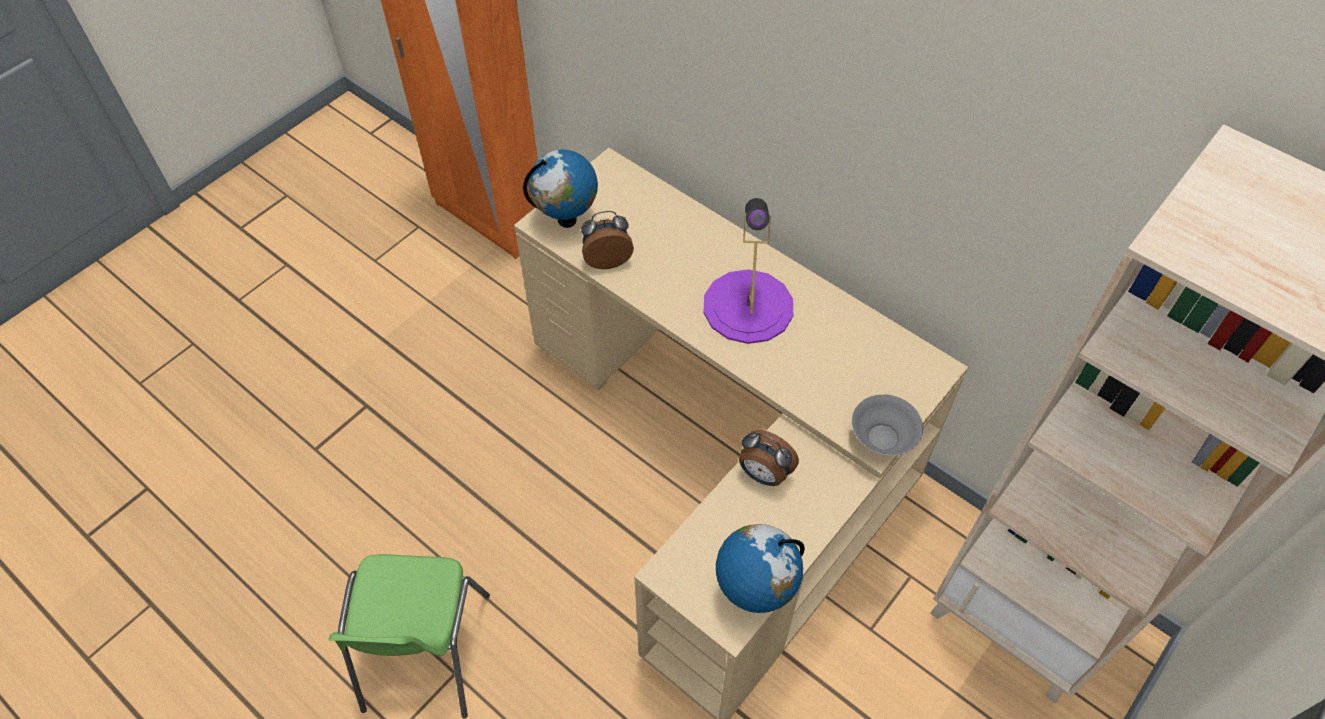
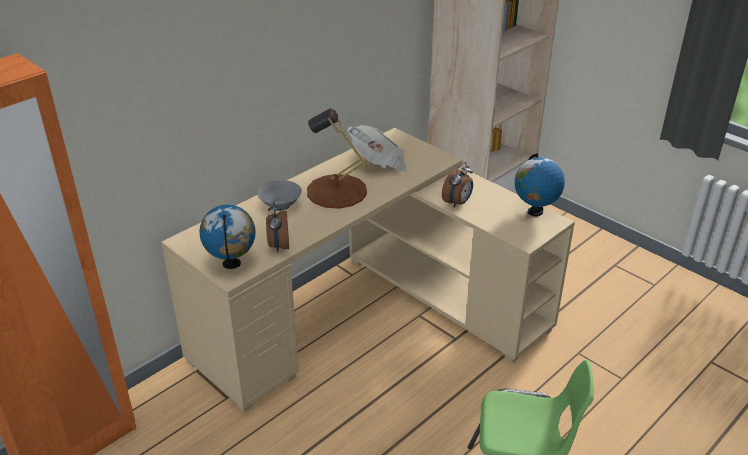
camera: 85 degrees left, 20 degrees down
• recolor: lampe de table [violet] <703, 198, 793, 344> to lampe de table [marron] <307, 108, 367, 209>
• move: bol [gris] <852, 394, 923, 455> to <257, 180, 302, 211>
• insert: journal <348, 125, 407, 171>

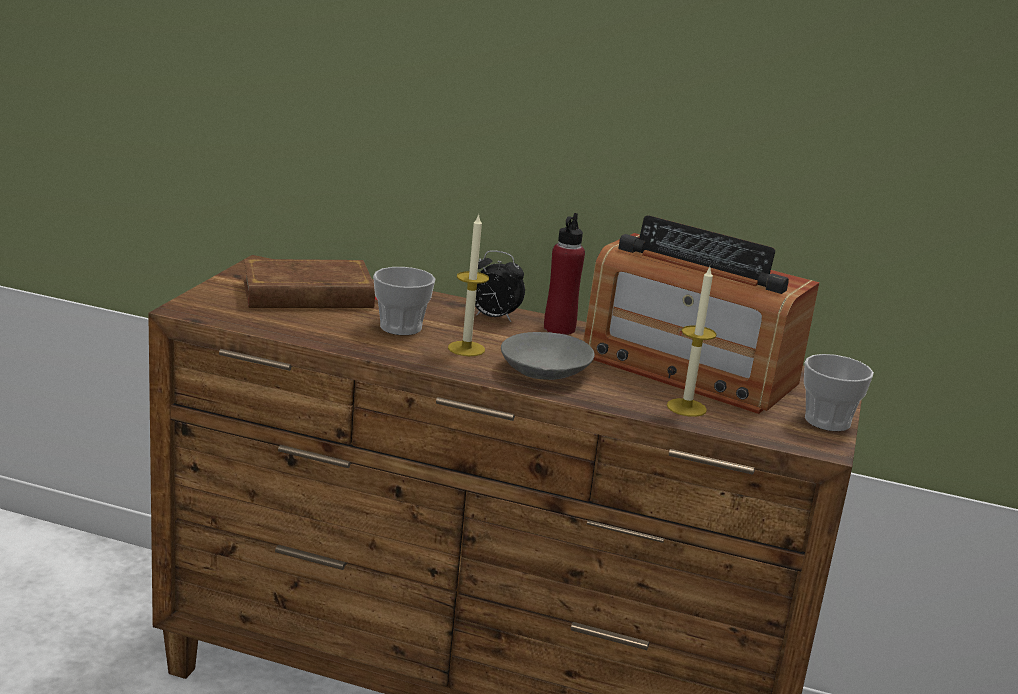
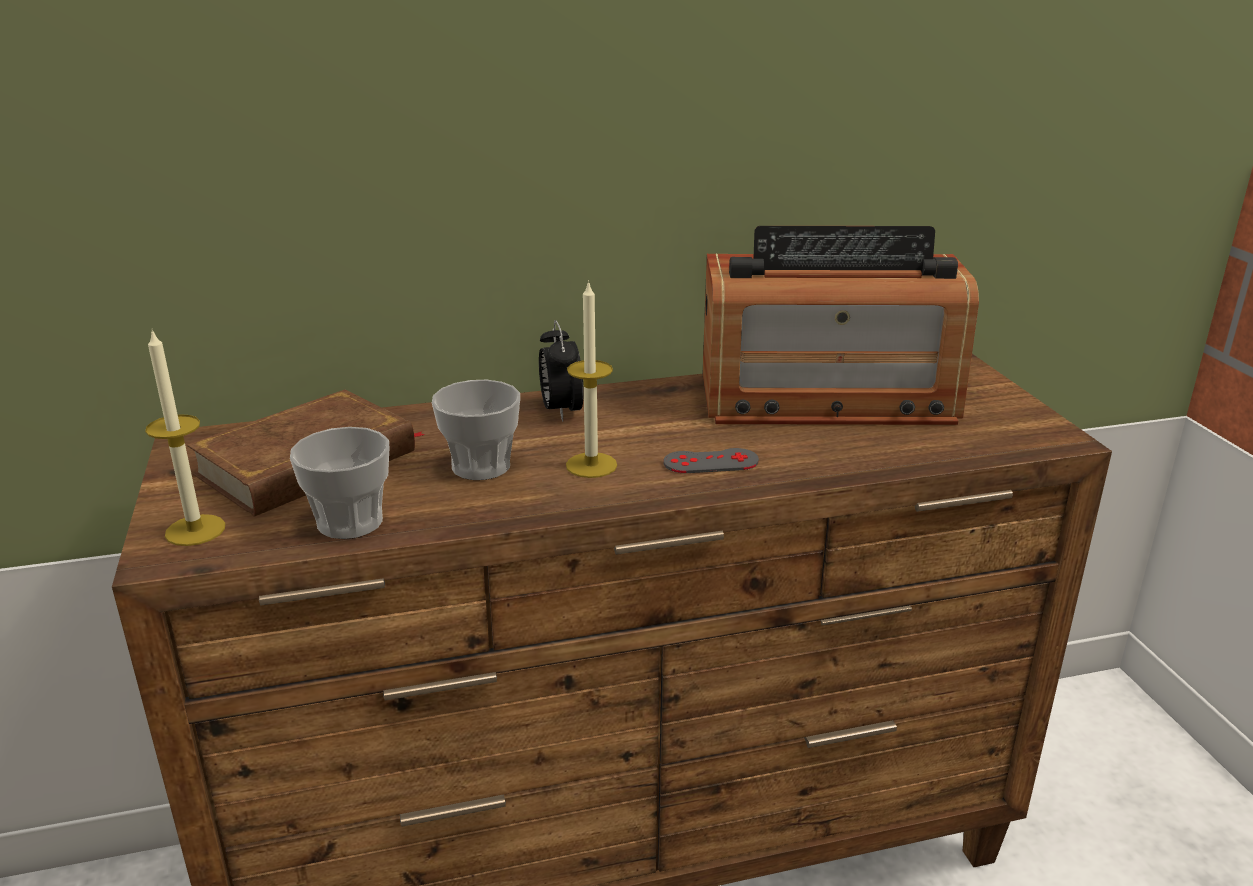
camera: 30 degrees left, 5 degrees up
• delete: bouteille [rouge] <544, 213, 585, 335>
• rotate: réveil <475, 250, 525, 322> = <539, 320, 584, 422> 90 degrees clockwise
• move: bougie <667, 267, 717, 417> to <145, 330, 225, 546>
• replace: bol [gris] <501, 332, 595, 380> to manette [gris] <663, 448, 759, 473>
• move: tasse <804, 354, 874, 431> to <290, 427, 389, 539>

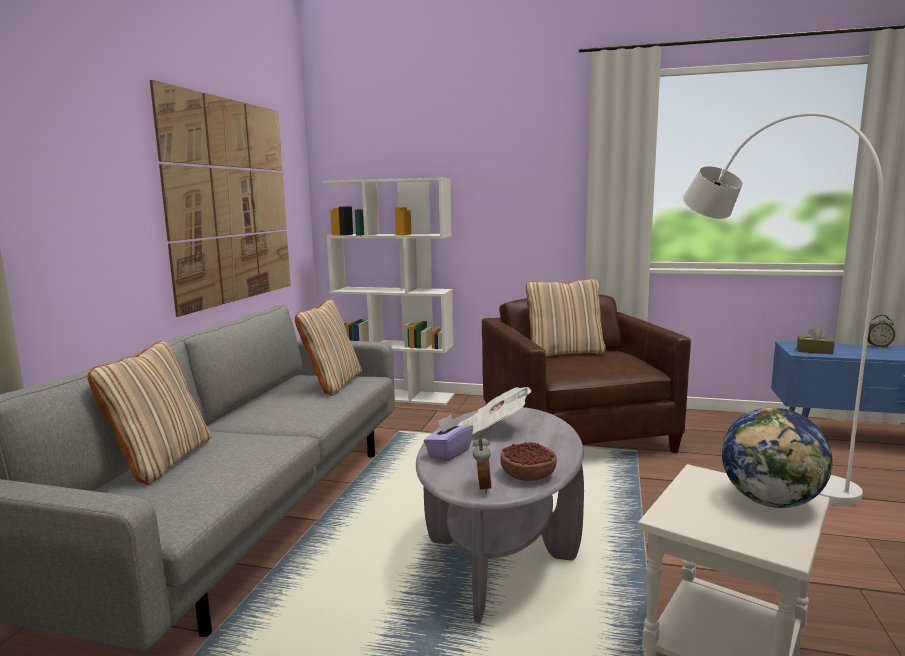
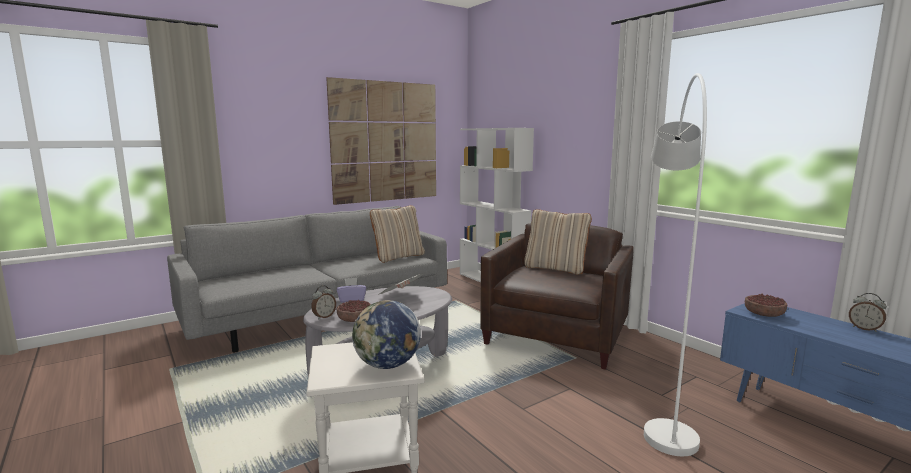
camera: 40 degrees right, 0 degrees up
• replace: boîte à mouchoirs [marron] <797, 326, 835, 355> to bol <745, 293, 788, 317>
• delete: coussin [beige] <88, 341, 211, 485>

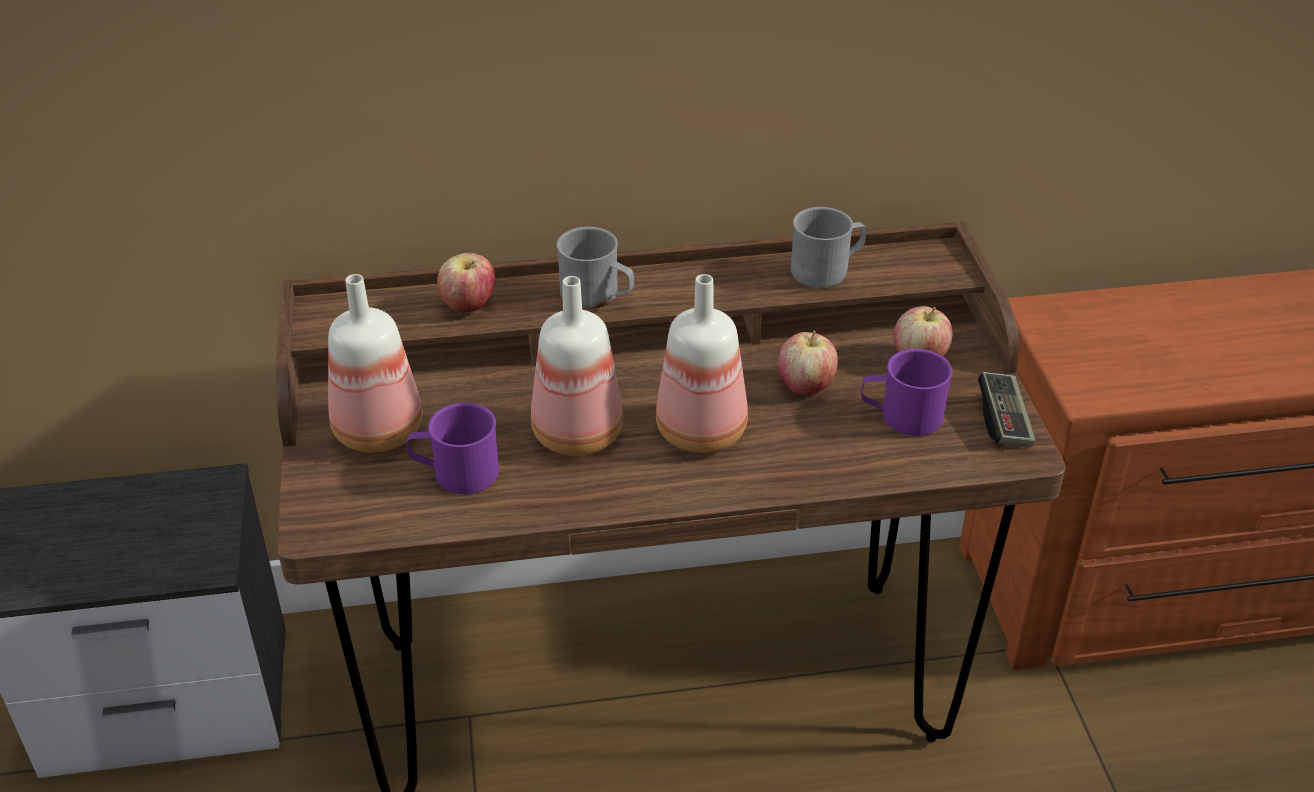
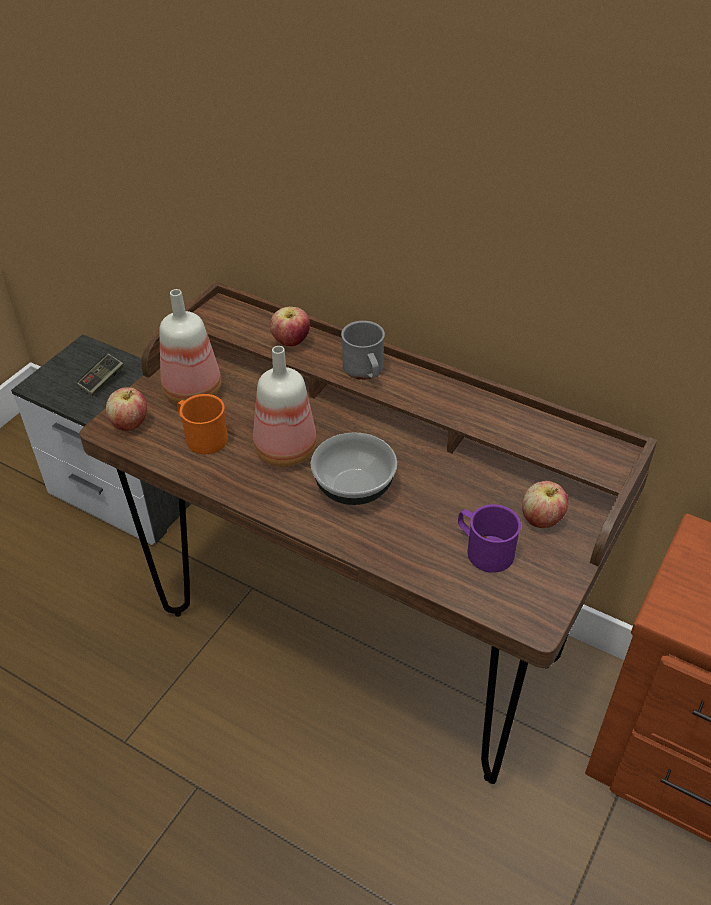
camera: 40 degrees right, 5 degrees up
• delete: mug [gris] <791, 207, 867, 288>
• replace: bouteille <656, 274, 748, 453> to bol <311, 432, 397, 505>
• move: pomme <778, 331, 838, 395> to <106, 387, 147, 431>
• move: manette <978, 372, 1036, 448> to <77, 354, 124, 397>
• recolor: mug [violet] <407, 403, 499, 494> to mug [orange] <177, 394, 228, 454>

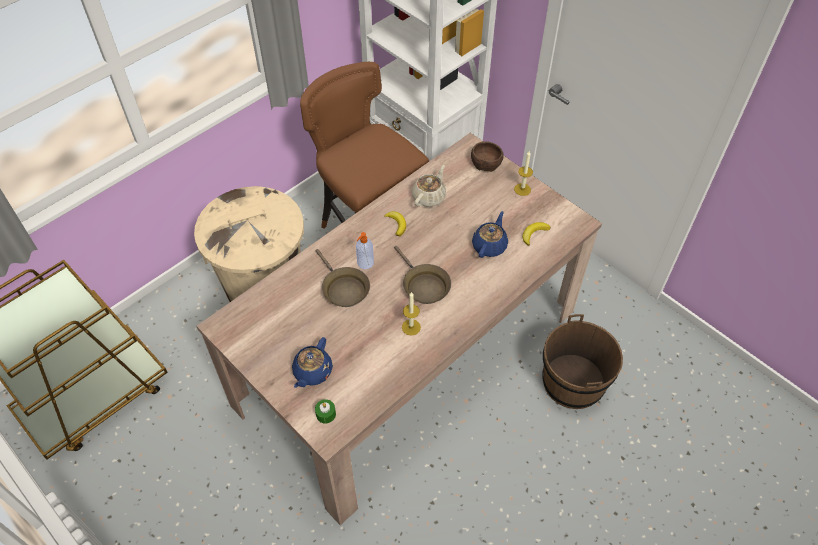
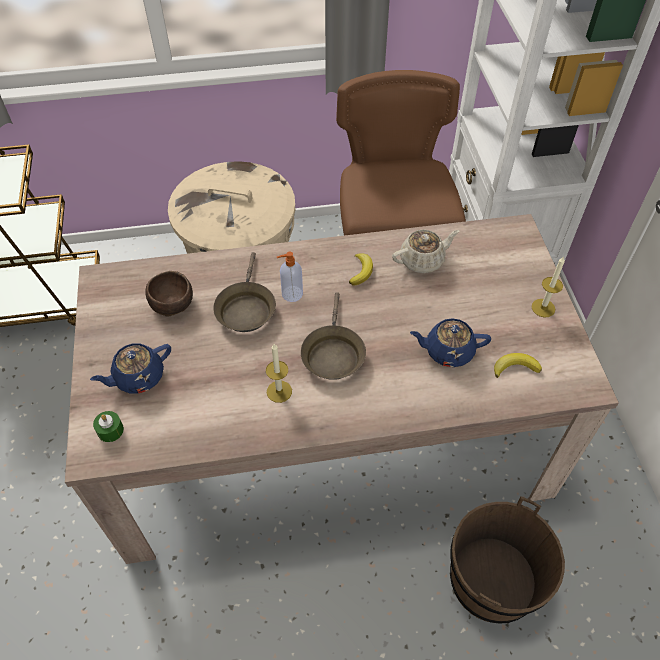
camera: 35 degrees right, 0 degrees up
• move: bol [marron] <471, 141, 504, 172> to <145, 271, 193, 316>
• rotate: théière [bleu] <472, 211, 508, 258> = <410, 318, 491, 367> 150 degrees counterclockwise

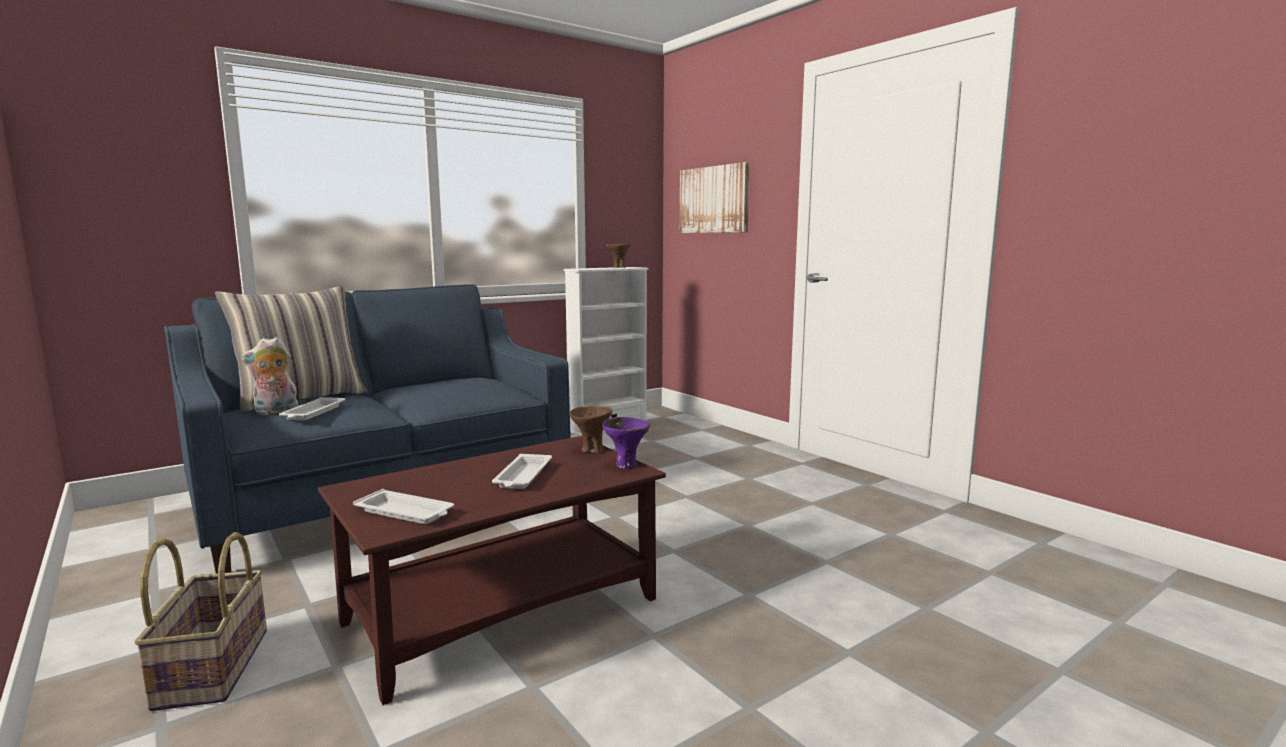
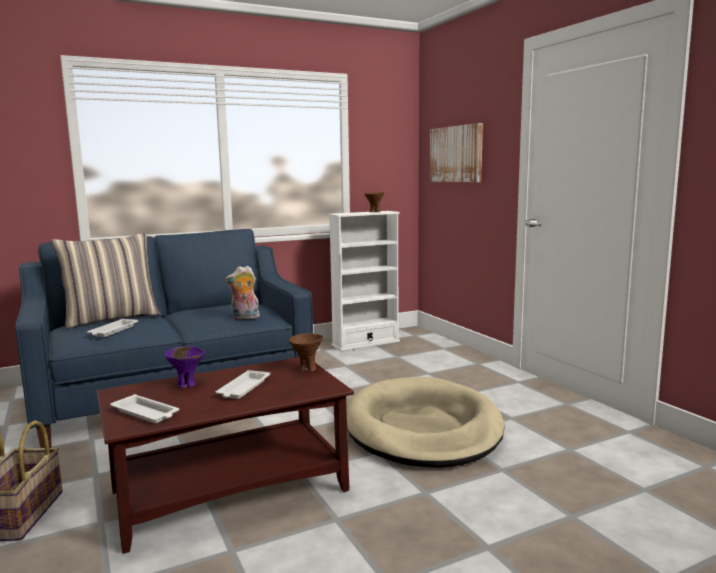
camera: 10 degrees right, 0 degrees up
• move: peluche <241, 337, 299, 415> to <225, 266, 259, 320>
• move: bol [violet] <603, 417, 650, 469> to <165, 346, 205, 388>
• insert: panier pour chien [beige] <346, 376, 505, 468>

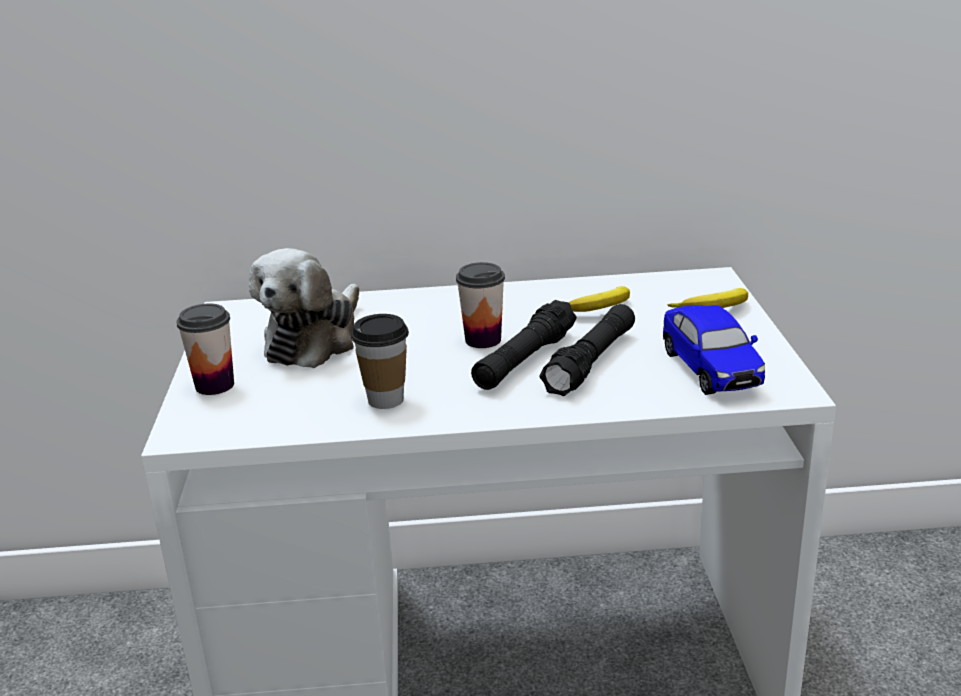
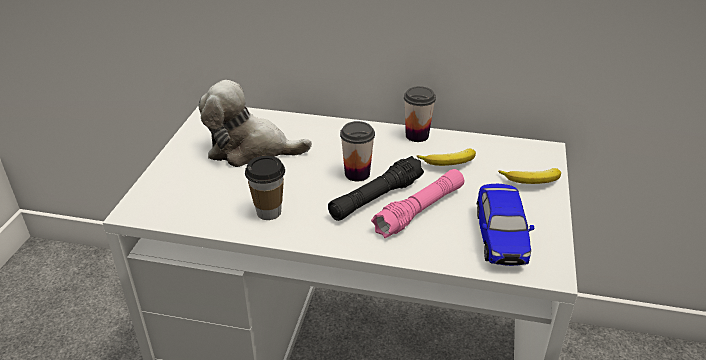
camera: 15 degrees right, 10 degrees up
• rotate: peluche <249, 248, 359, 368> = <199, 80, 312, 167> 60 degrees clockwise
• move: tasse <176, 304, 234, 395> to <404, 86, 436, 142>
• recolor: lampe de poche [noir] <539, 304, 635, 396> to lampe de poche [rose] <371, 169, 464, 238>

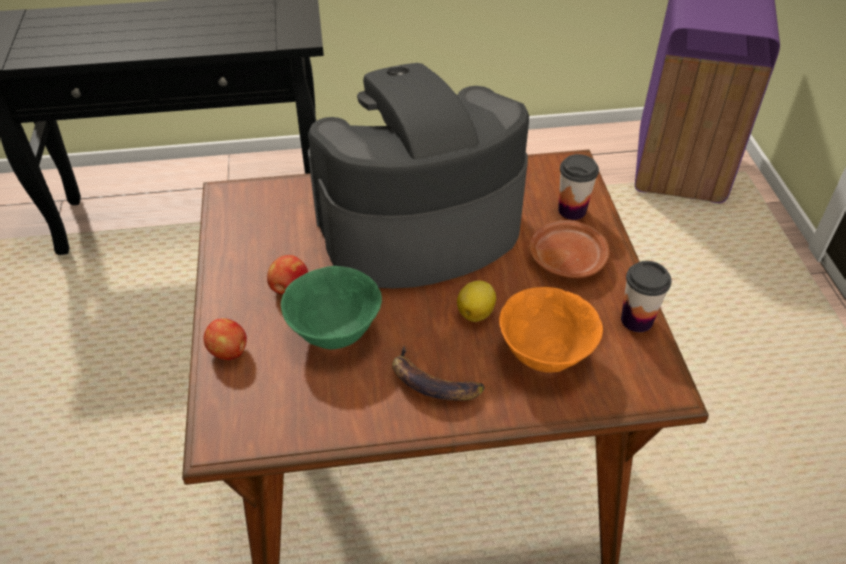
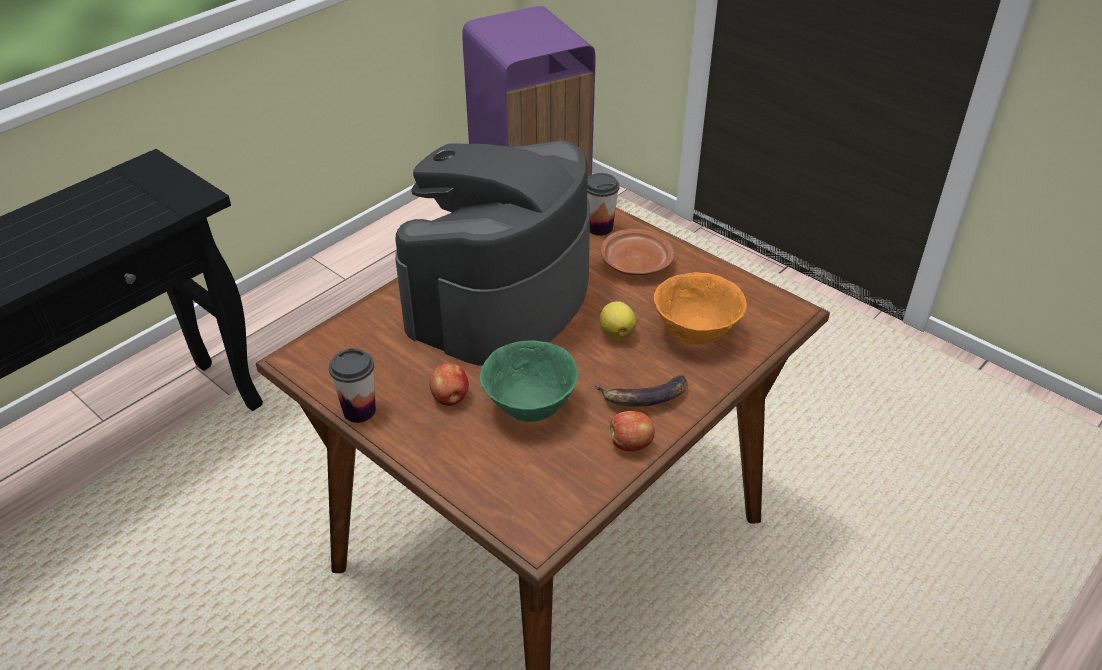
camera: 40 degrees left, 5 degrees down
• move: tasse <621, 261, 672, 332> to <329, 349, 376, 423>
• move: pomme <204, 318, 247, 360> to <610, 411, 655, 451>

